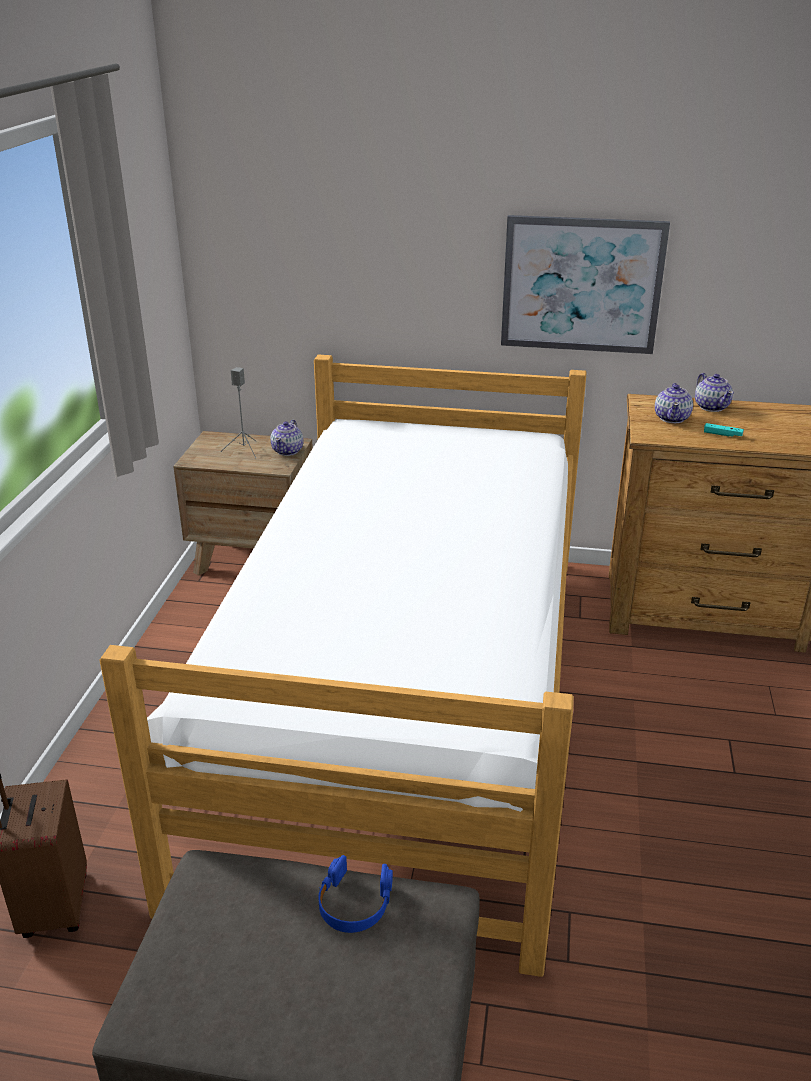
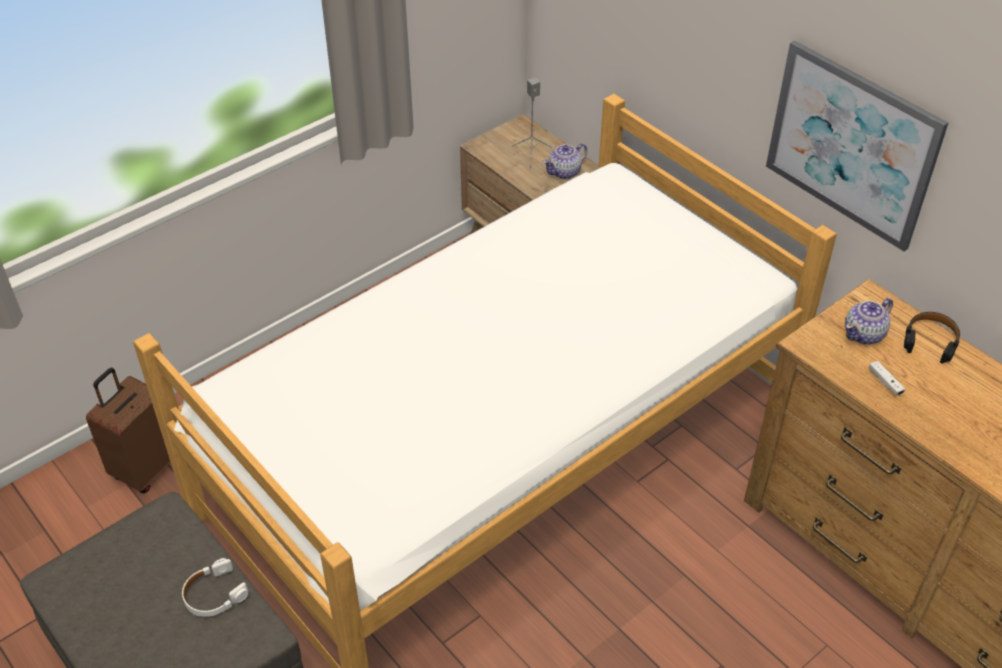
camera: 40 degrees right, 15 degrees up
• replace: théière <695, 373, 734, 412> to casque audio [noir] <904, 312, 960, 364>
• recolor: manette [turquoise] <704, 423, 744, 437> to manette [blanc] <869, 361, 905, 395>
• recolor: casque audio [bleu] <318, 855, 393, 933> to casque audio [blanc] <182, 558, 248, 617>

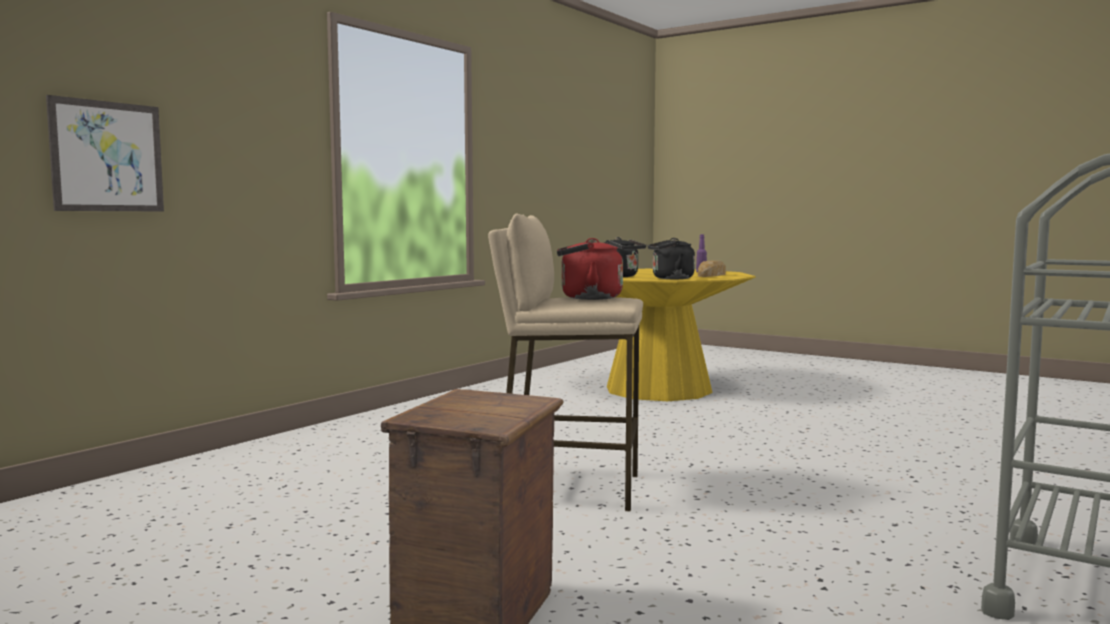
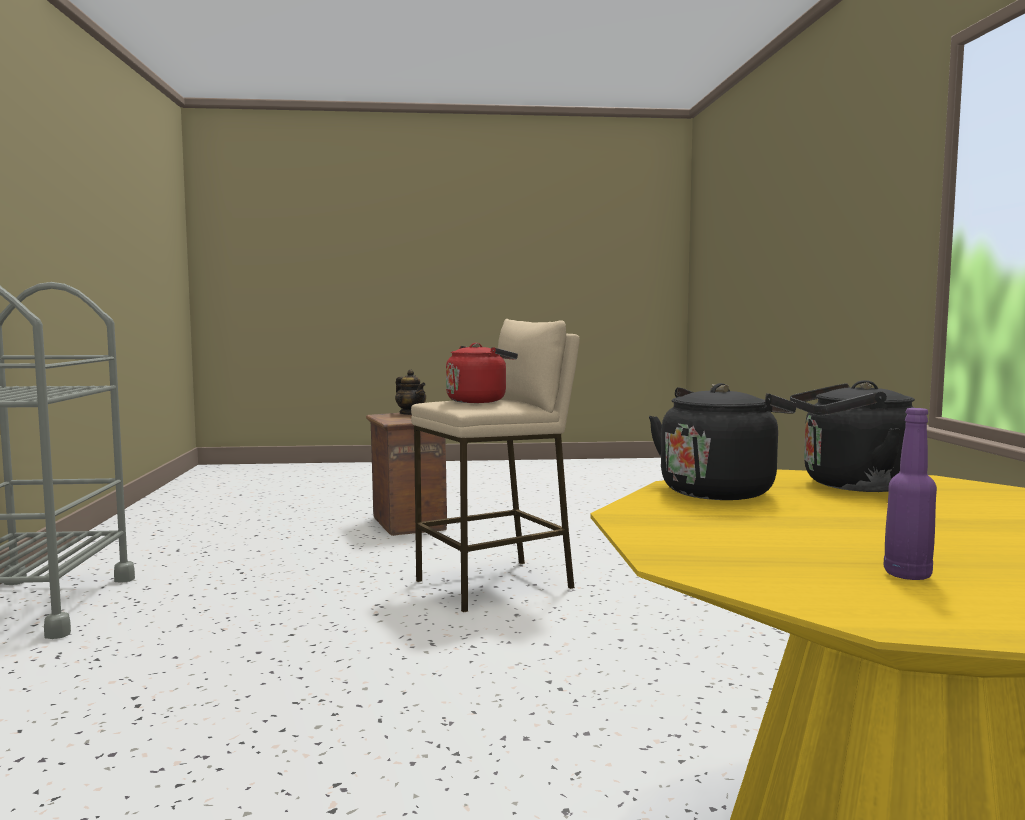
camera: 140 degrees right, 0 degrees up
• delete: tableau <46, 95, 164, 211>
• delete: pain <698, 261, 726, 277>
• insert: théière <395, 370, 426, 415>

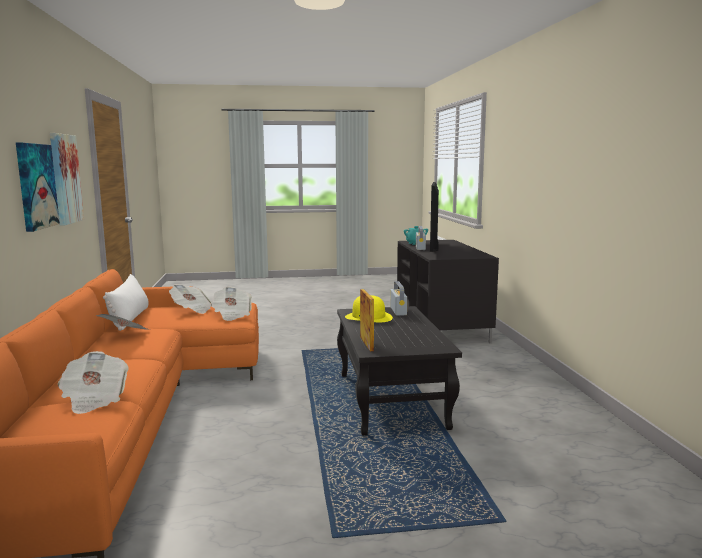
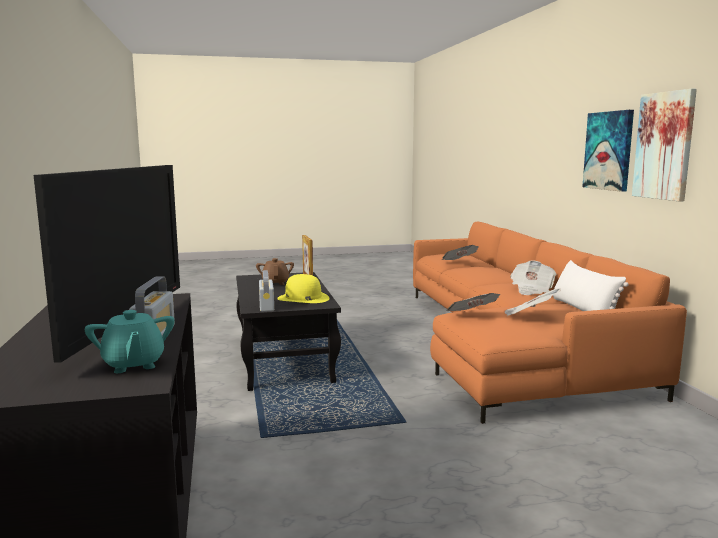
camera: 175 degrees right, 0 degrees up
• insert: théière [marron] <256, 258, 294, 285>

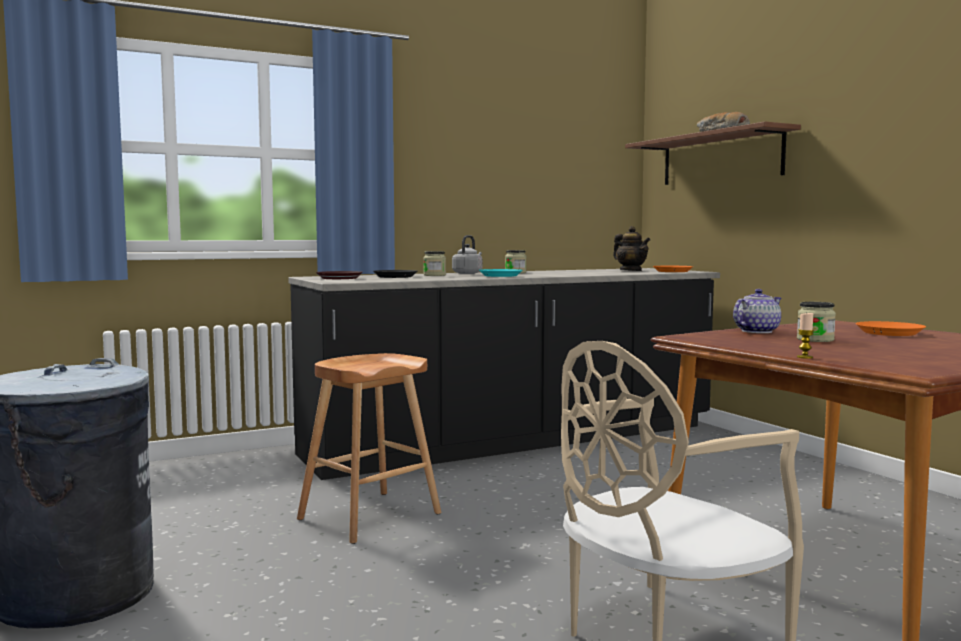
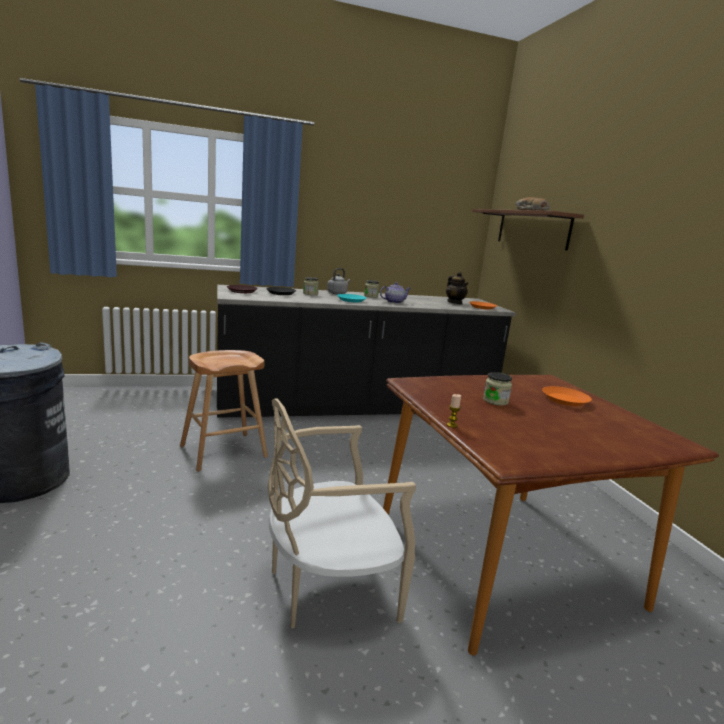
camera: 10 degrees right, 10 degrees up
• move: théière <733, 289, 781, 333> to <380, 282, 411, 304>

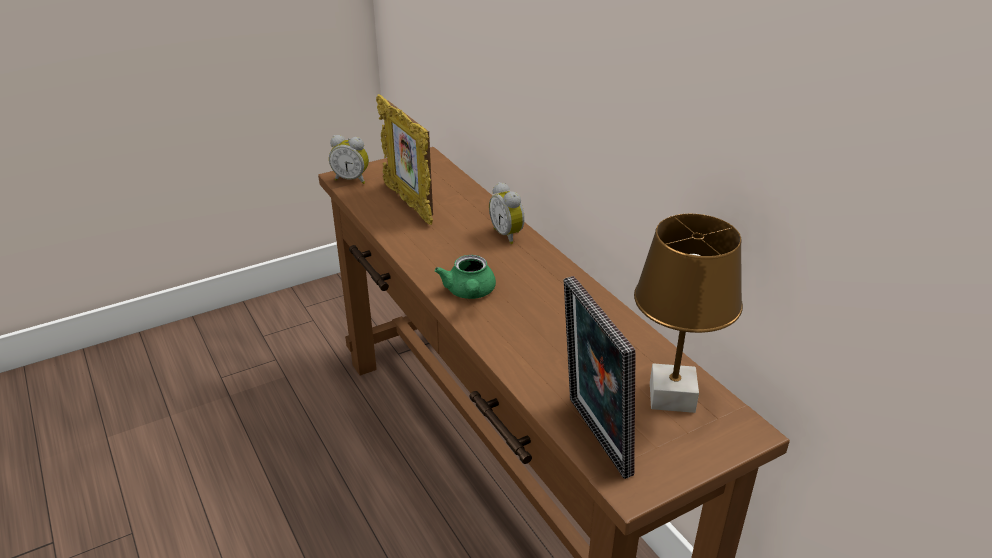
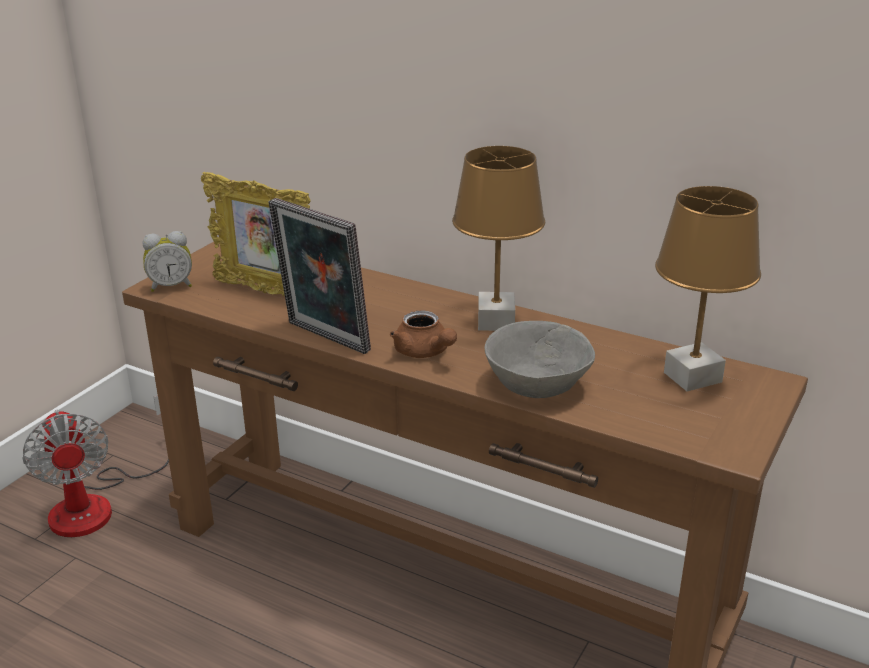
camera: 30 degrees left, 5 degrees down
• delete: réveil <489, 182, 525, 244>
• recolor: théière [vert] <434, 255, 496, 299> to théière [marron] <390, 311, 457, 358>
• move: cadre photo <564, 276, 636, 479> to <268, 198, 371, 354>
• insert: lampe de table [marron] <452, 146, 545, 331>
• insert: bol [gris] <484, 321, 595, 398>
• insert: ventilateur <22, 396, 169, 537>

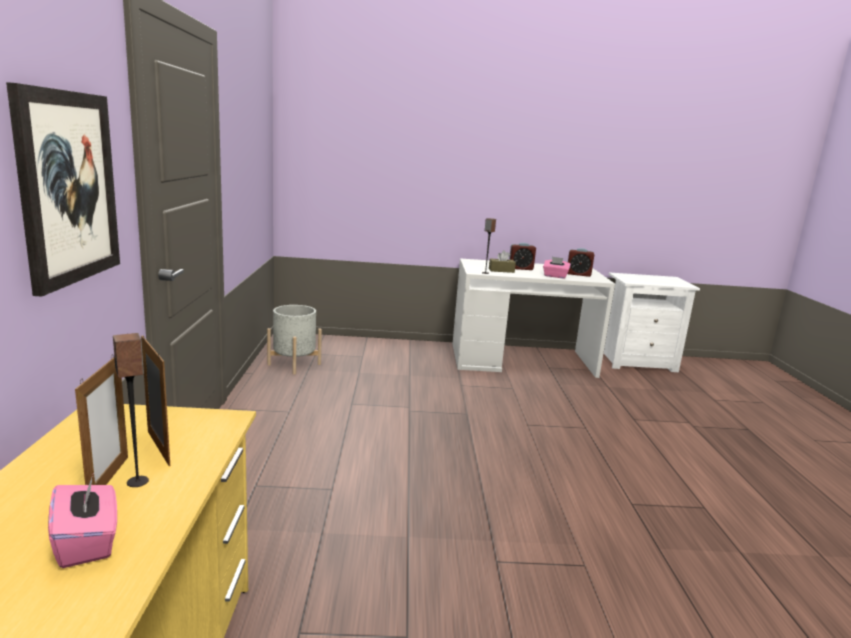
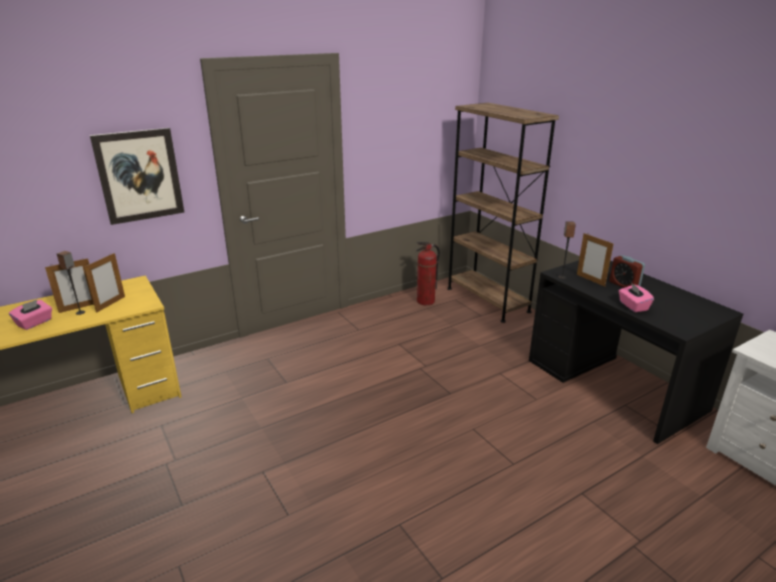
camera: 60 degrees right, 10 degrees up
• delete: réveil <567, 248, 594, 277>
• replace: boîte à mouchoirs [marron] <489, 251, 516, 273> to cadre photo <577, 233, 613, 287>
• recolor: bureau [blanc] <453, 258, 615, 378> to bureau [noir] <529, 260, 743, 444>
• replace: cache-pot [gris] <267, 305, 322, 375> to extincteur <416, 242, 440, 305>
• insert: bibliothèque [marron] <447, 103, 559, 323>

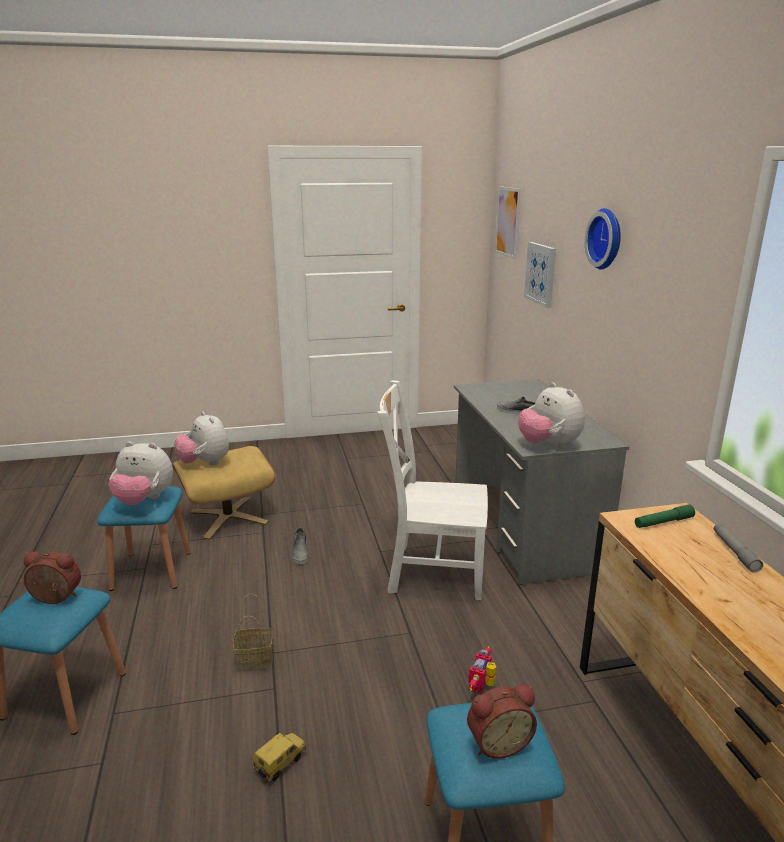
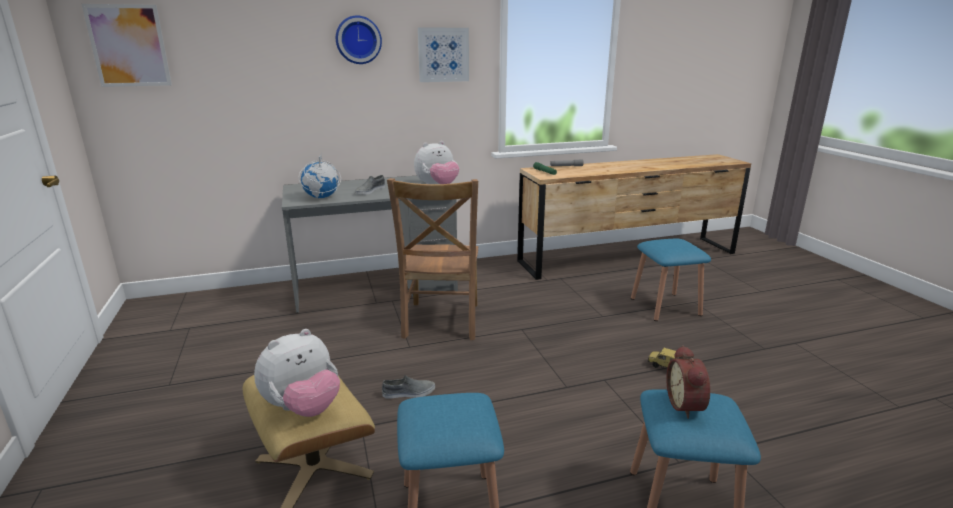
camera: 95 degrees left, 0 degrees up
• move: tableau <524, 242, 556, 308> to <418, 27, 469, 82>
• recolor: chaise [blanc] <377, 380, 488, 600> to chaise [marron] <387, 178, 478, 340>
• delete: peluche <108, 442, 173, 505>
• delete: panier <233, 593, 273, 671>
• delete: robot jouet <469, 646, 496, 693>
• delete: réveil <467, 685, 537, 759>
• insert: globe <298, 152, 341, 198>

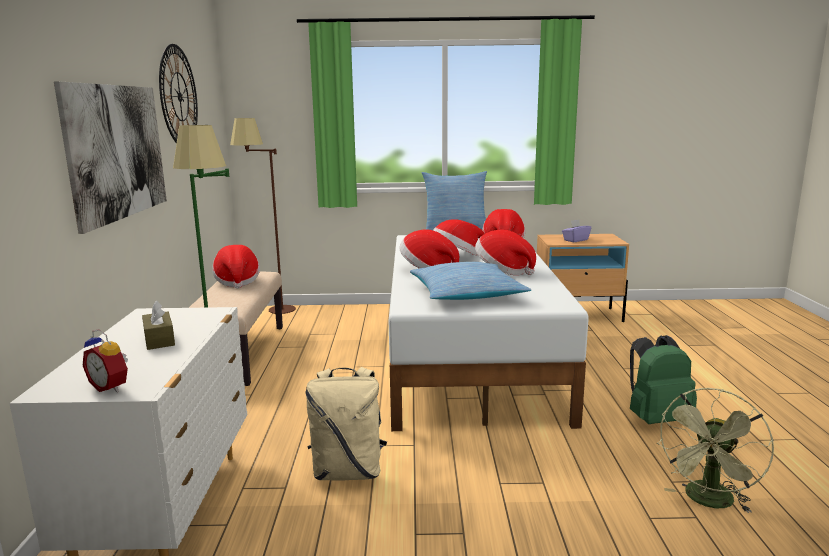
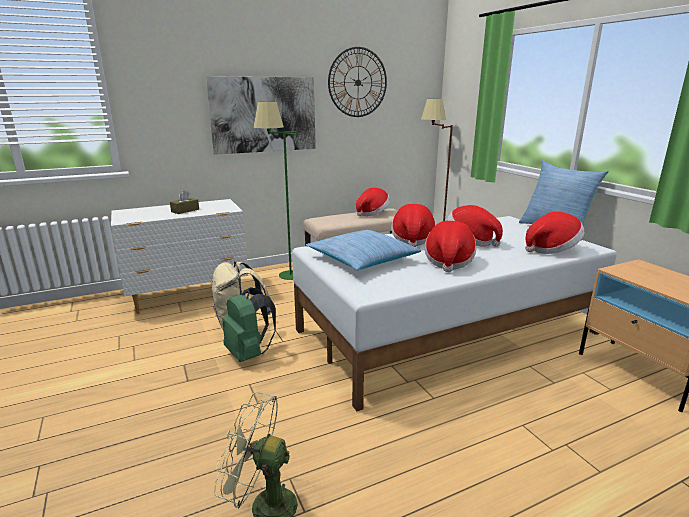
camera: 65 degrees right, 5 degrees up
• delete: boîte à mouchoirs [violet] <562, 220, 591, 242>
• delete: réveil <83, 329, 128, 392>
• move: sac à dos [vert] <630, 335, 697, 424> to <222, 287, 276, 362>

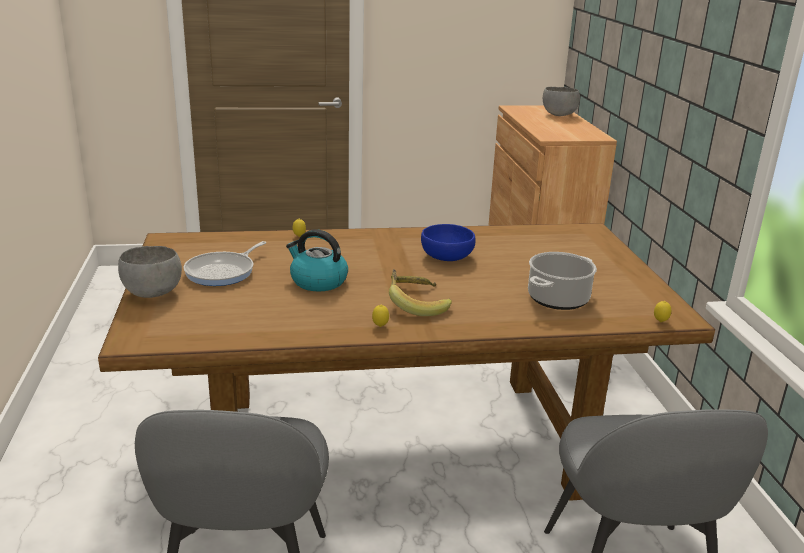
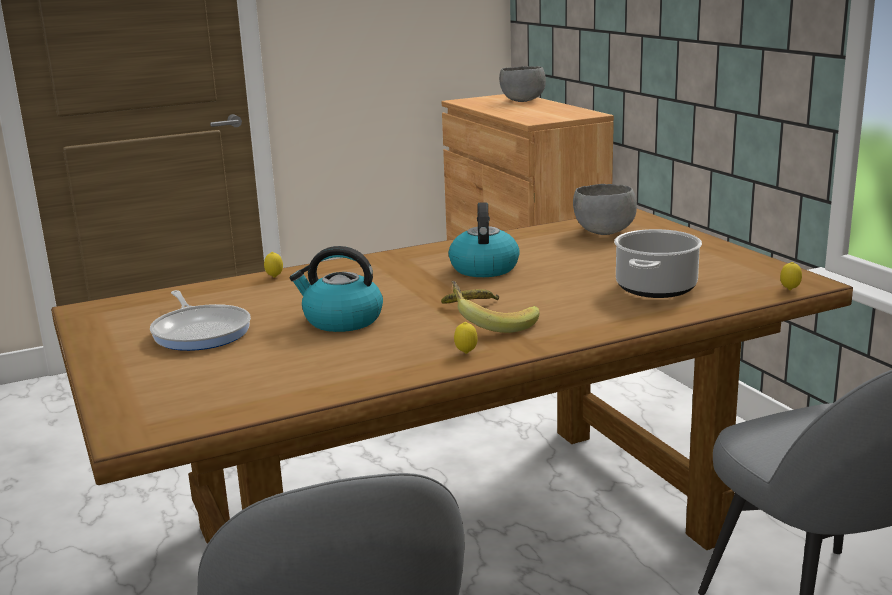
camera: 15 degrees left, 5 degrees down
• replace: bol [bleu] <421, 224, 476, 261> to bouilloire <449, 202, 520, 277>
• rotate: poêle <183, 241, 266, 286> = <150, 290, 251, 351> 45 degrees counterclockwise
• move: bol [gris] <118, 246, 182, 298> to <573, 184, 637, 235>

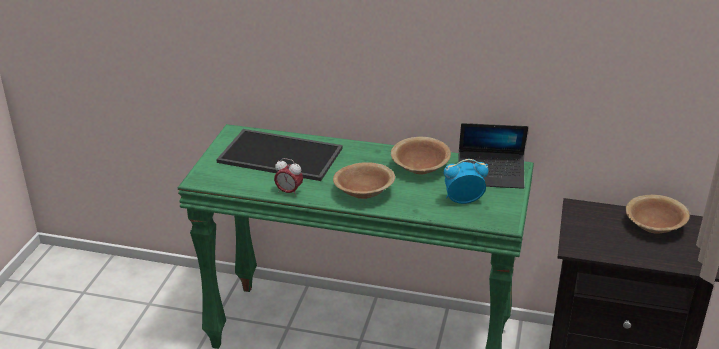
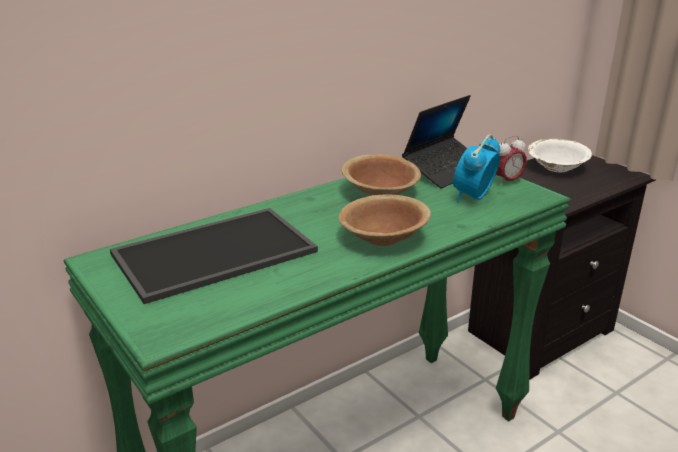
camera: 50 degrees left, 5 degrees down
• move: réveil <274, 158, 303, 197> to <496, 135, 527, 186>
• recolor: bol [marron] <626, 195, 690, 234> to bol [blanc] <527, 138, 592, 172>

